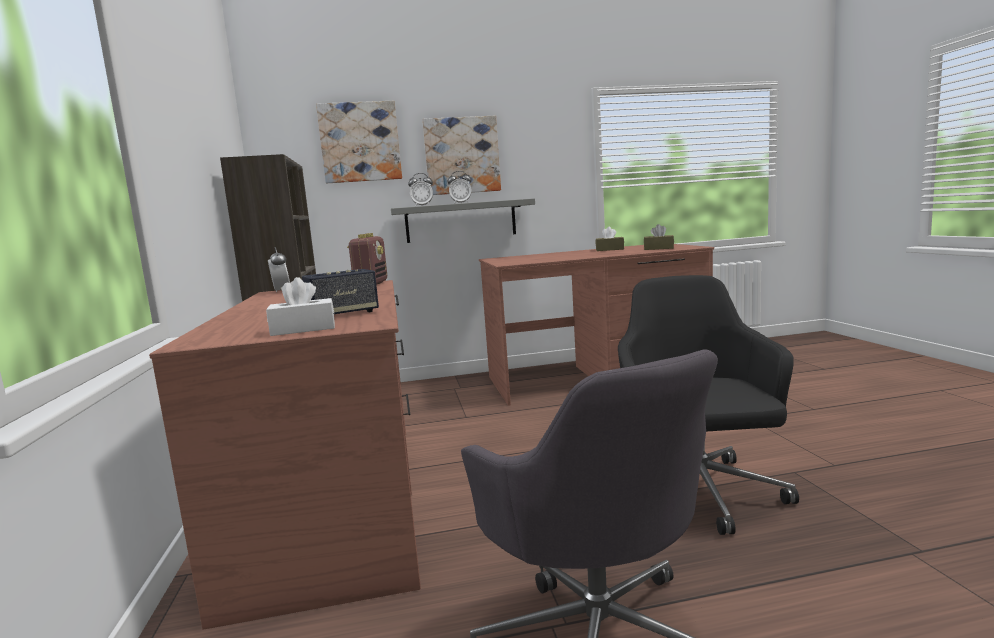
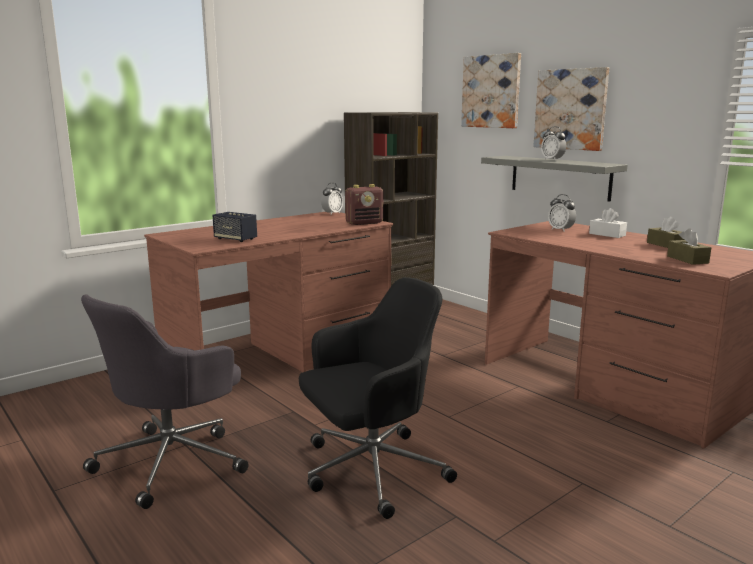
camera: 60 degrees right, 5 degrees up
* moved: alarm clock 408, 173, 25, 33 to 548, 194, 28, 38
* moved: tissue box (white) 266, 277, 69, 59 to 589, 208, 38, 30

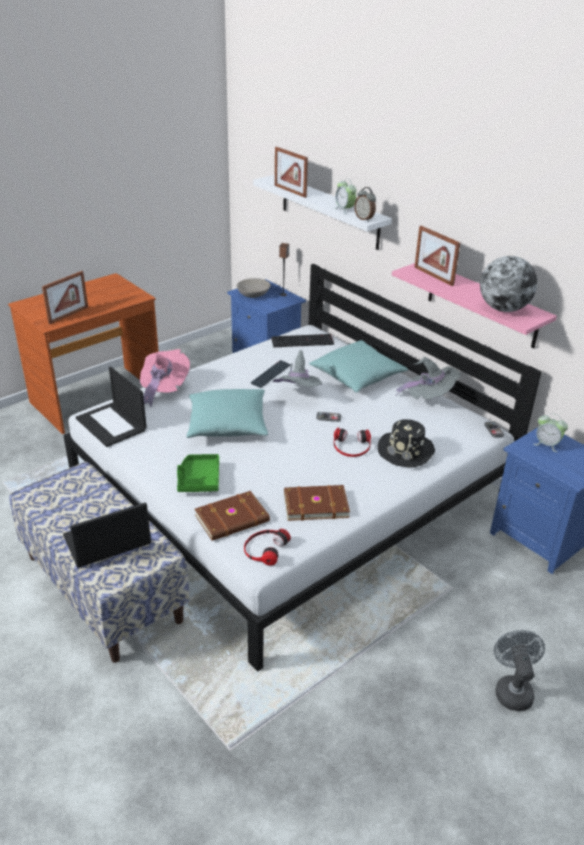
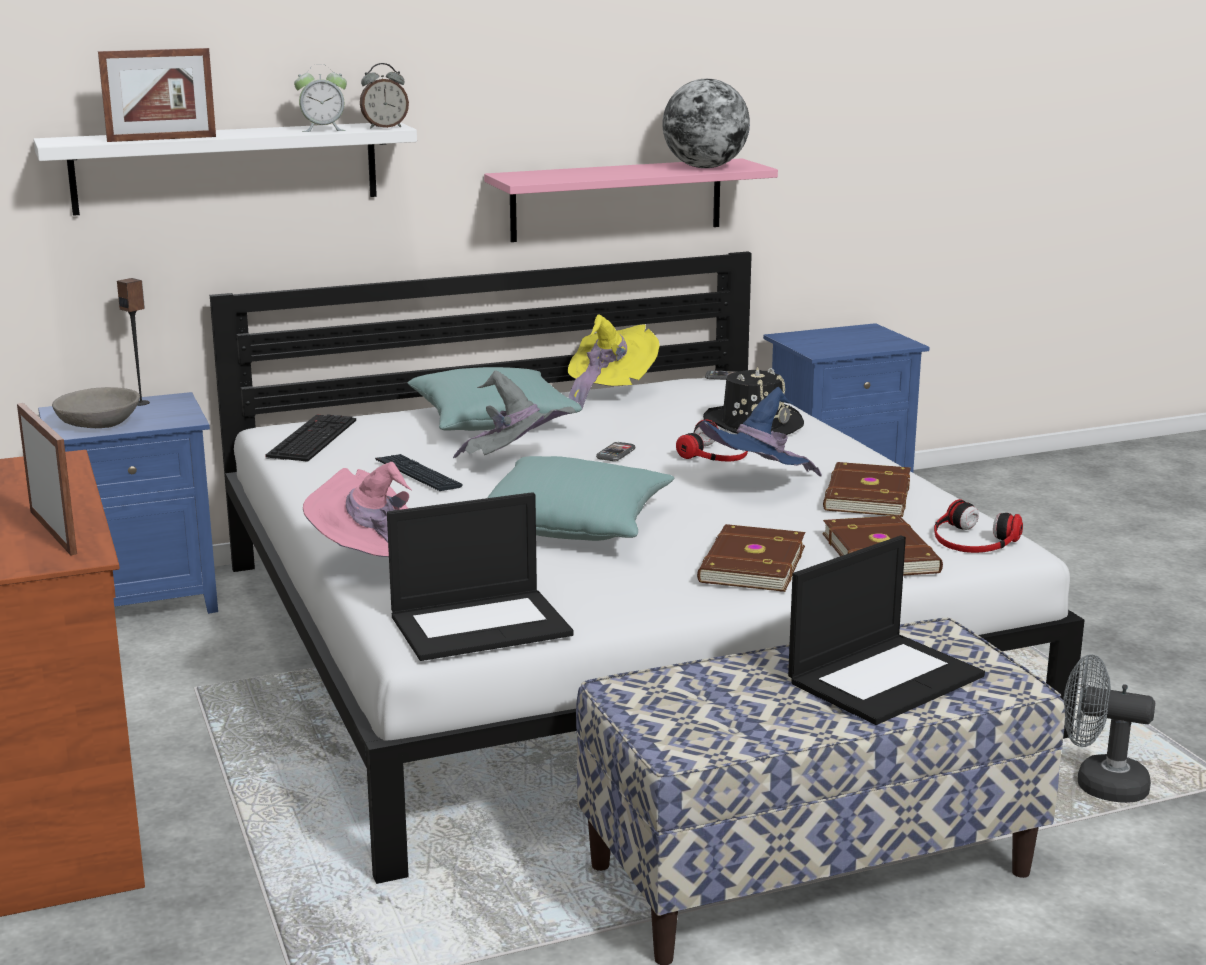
camera: 70 degrees left, 15 degrees down
* removed: picture frame 414, 226, 46, 60
* recoloured: hat (grey) 396, 357, 65, 43 to hat (yellow) 568, 314, 91, 95
* removed: alarm clock 534, 413, 34, 39
* replaced: tray (green) 177, 454, 42, 38 to book (brown) 697, 524, 109, 68
* turned: laptop 63, 503, 88, 65 = 788, 535, 197, 190 120 degrees counterclockwise
* moved: fan (grey) 494, 630, 51, 81 to 1063, 654, 92, 149
* added: hat (blue) 699, 387, 123, 89

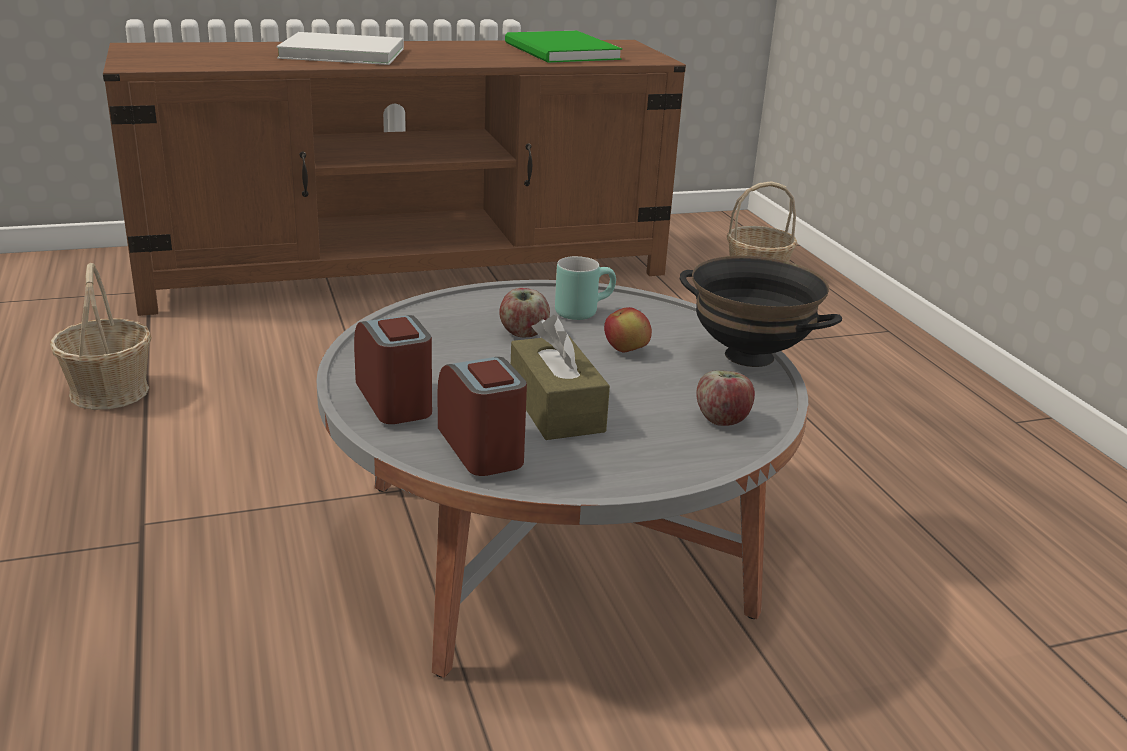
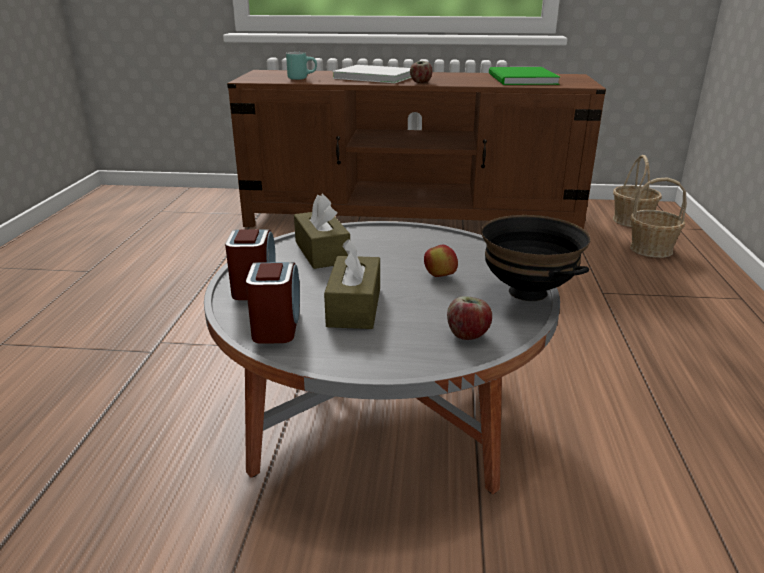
camera: 25 degrees right, 0 degrees up
* moved: mug (turquoise) 555, 256, 61, 64 to 286, 52, 31, 28
* moved: basket 50, 263, 102, 147 to 613, 155, 49, 72
* moved: apple 499, 288, 51, 49 to 410, 61, 23, 22
* added: tissue box (brown) 294, 194, 56, 75

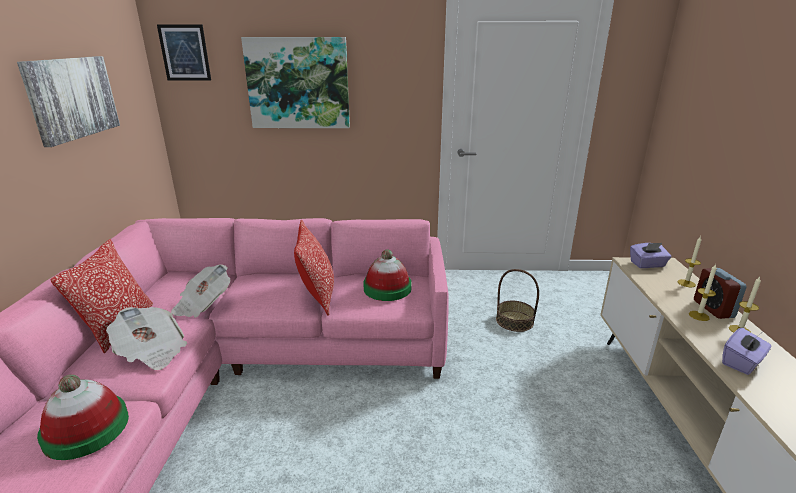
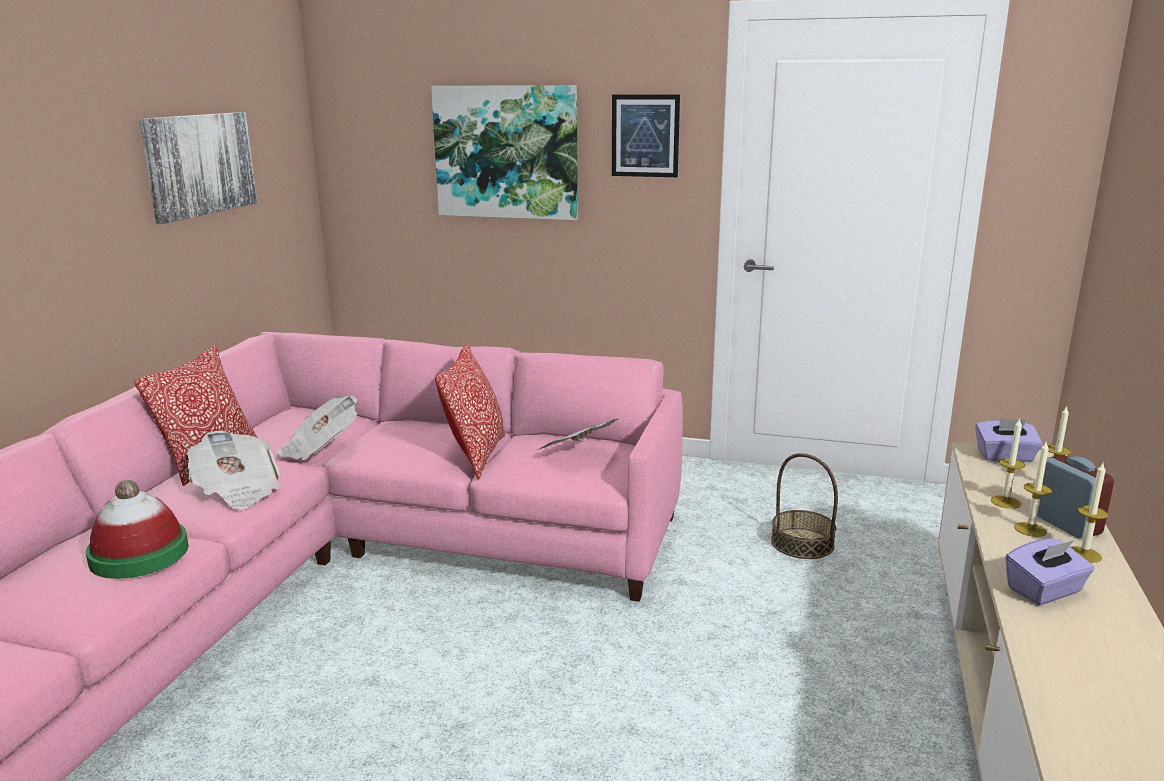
camera: 15 degrees right, 5 degrees down
* moved: picture 157, 24, 54, 57 to 612, 95, 68, 82
* replaced: hat 363, 249, 49, 52 to newspaper 537, 419, 81, 31
* turned: alarm clock 694, 268, 53, 51 = 1037, 455, 77, 84 150 degrees clockwise
* added: candle 990, 418, 35, 91

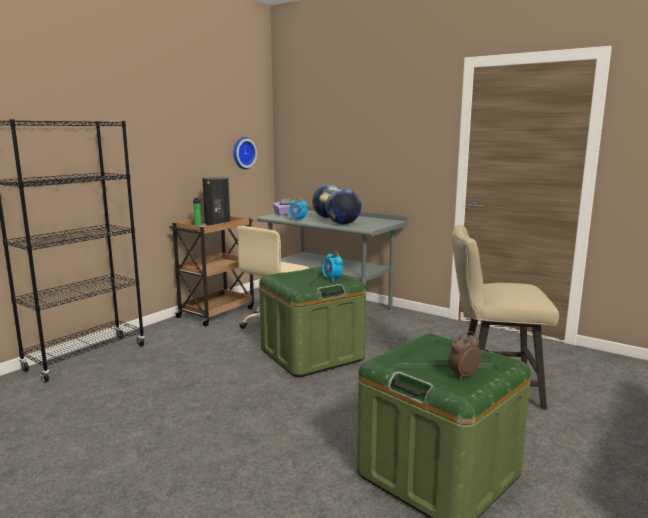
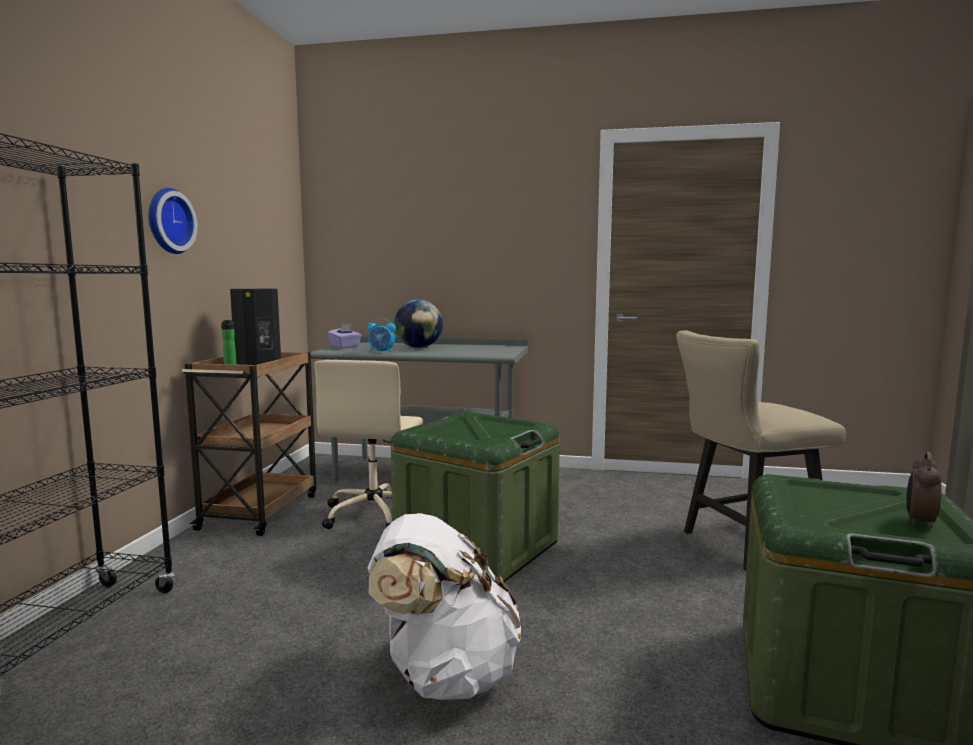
camera: 25 degrees left, 5 degrees down
* moved: wall clock 233, 137, 24, 32 to 148, 188, 49, 66
* removed: globe 326, 188, 35, 36
* removed: alarm clock 322, 251, 21, 31
* added: backpack (white) 368, 513, 153, 187

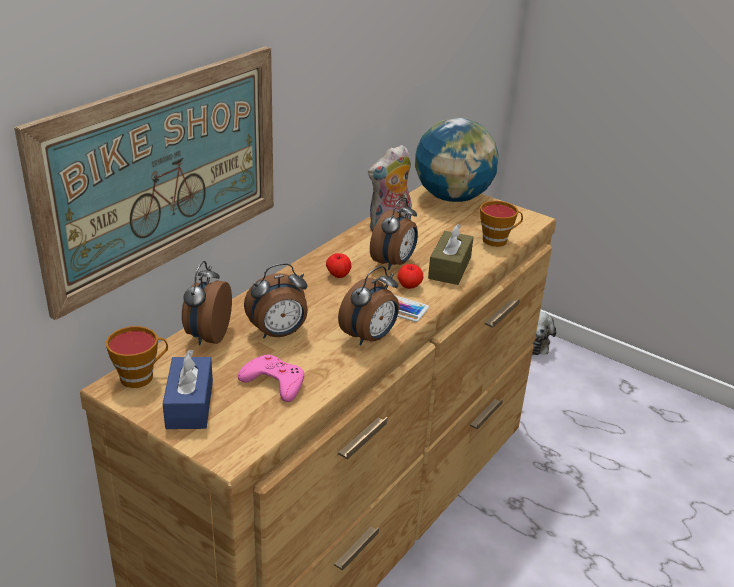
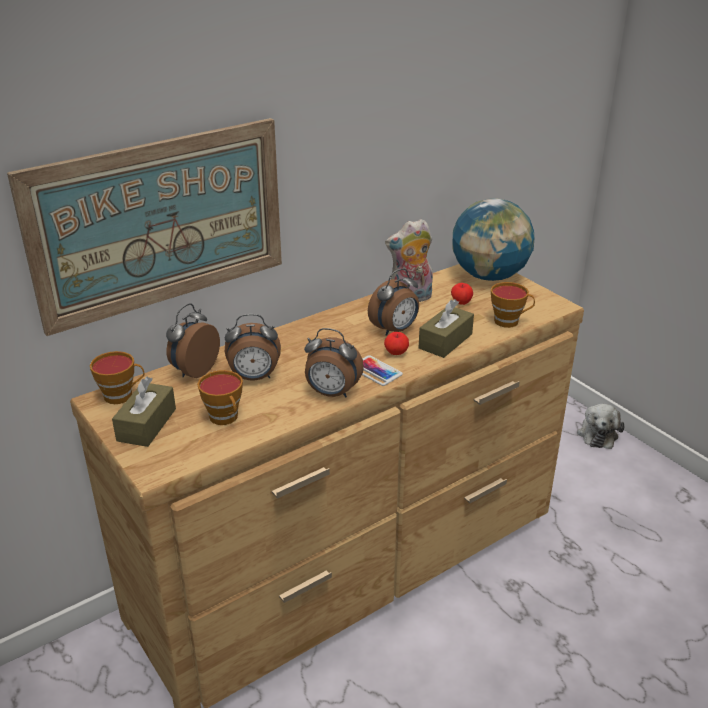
camera: 20 degrees right, 0 degrees up
* moved: apple 326, 253, 25, 25 to 451, 283, 22, 22
* turned: alarm clock 338, 266, 61, 80 = 304, 328, 60, 69 45 degrees clockwise
* recoloured: tissue box (blue) 163, 350, 50, 79 to tissue box (brown) 112, 377, 64, 70
* replaced: game controller (pink) 238, 354, 66, 48 to cup 197, 370, 46, 55

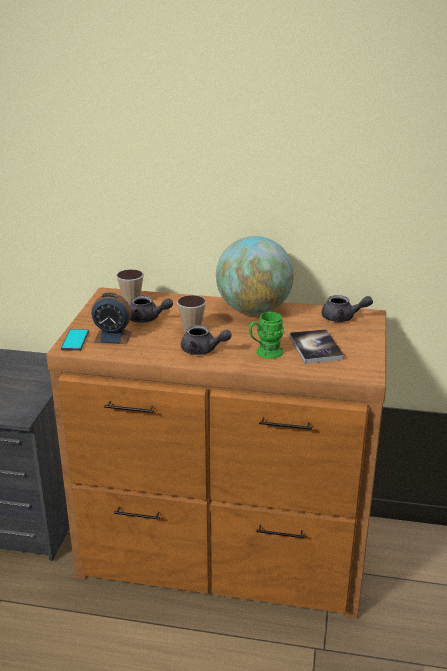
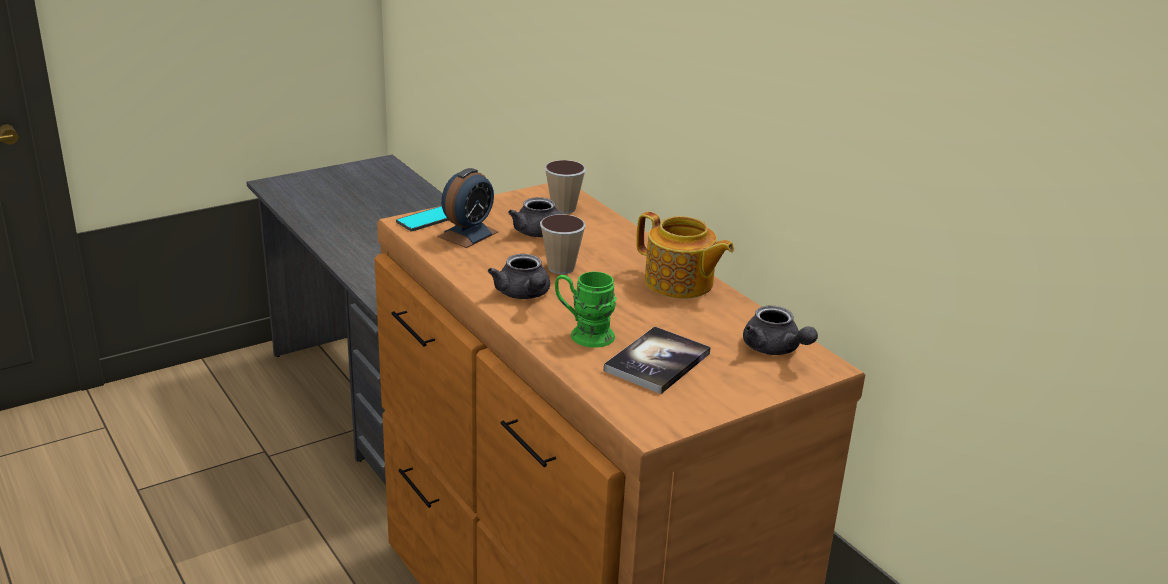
camera: 45 degrees right, 0 degrees up
* replaced: globe 216, 236, 78, 78 to teapot 636, 212, 98, 87
* turned: alarm clock 91, 293, 41, 51 = 437, 168, 61, 80 105 degrees counterclockwise

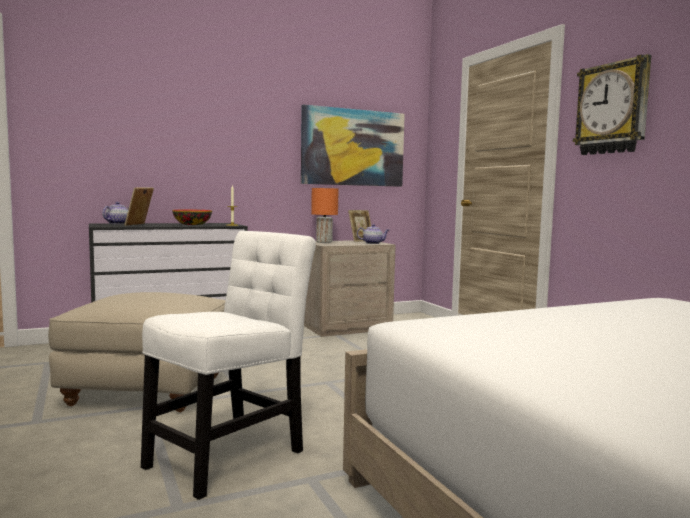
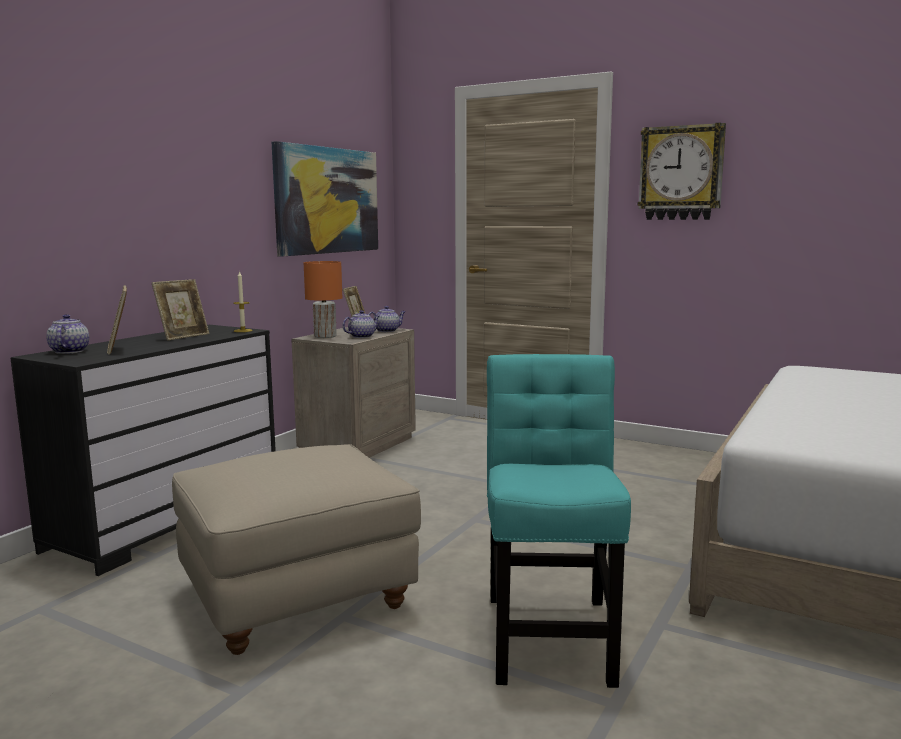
camera: 35 degrees left, 5 degrees up
* replaced: bowl 172, 210, 40, 15 to picture frame 152, 279, 57, 62
* recoloured: chair (white) 141, 231, 175, 269 to chair (turquoise) 487, 354, 144, 334
* added: teapot 342, 310, 38, 28

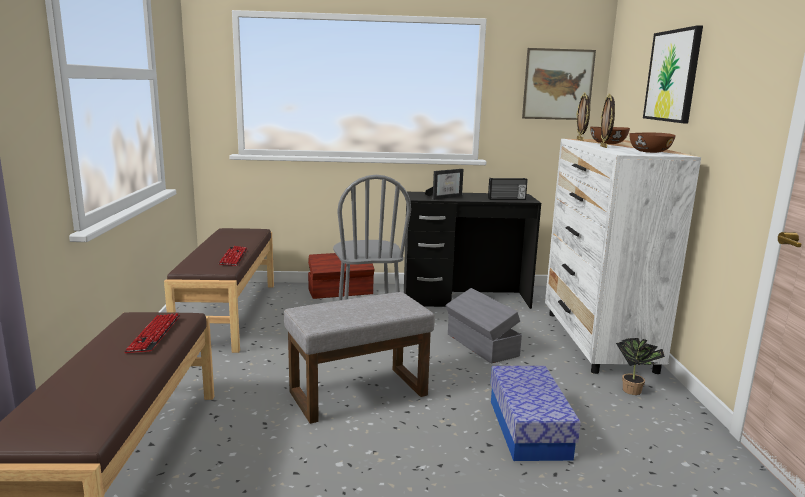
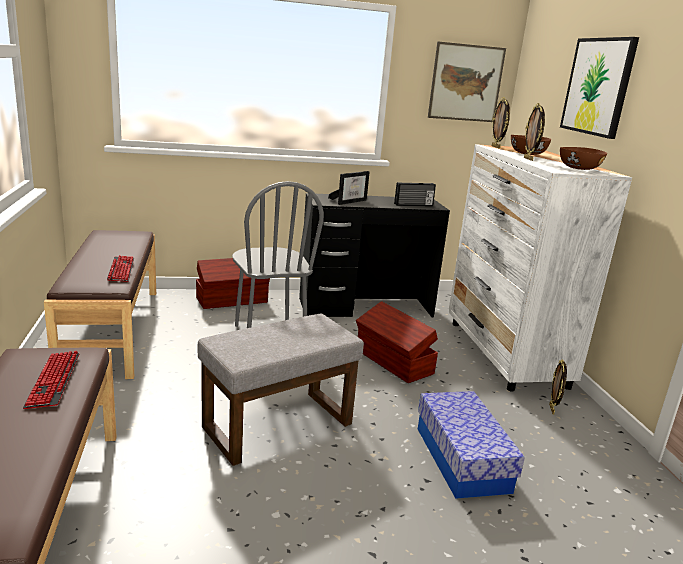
camera: 10 degrees left, 5 degrees up
* recoloured: storage box (grey) 445, 288, 77, 75 to storage box (brown) 356, 301, 82, 82
* replaced: potted plant 616, 338, 49, 57 to picture frame 549, 360, 18, 55

